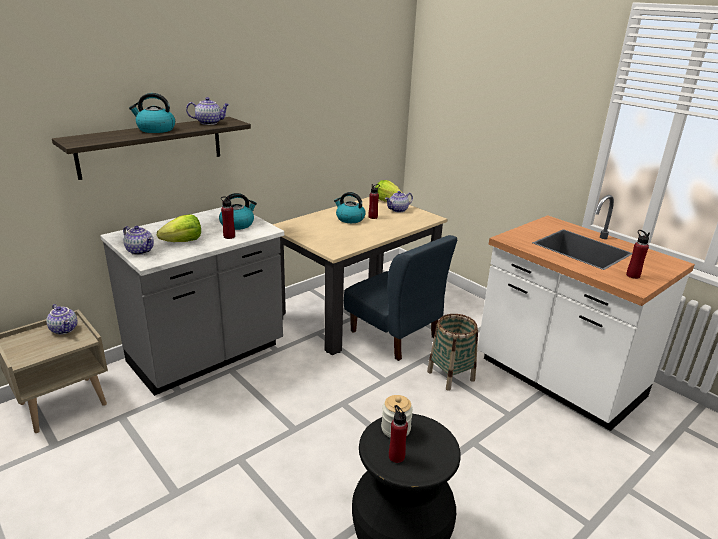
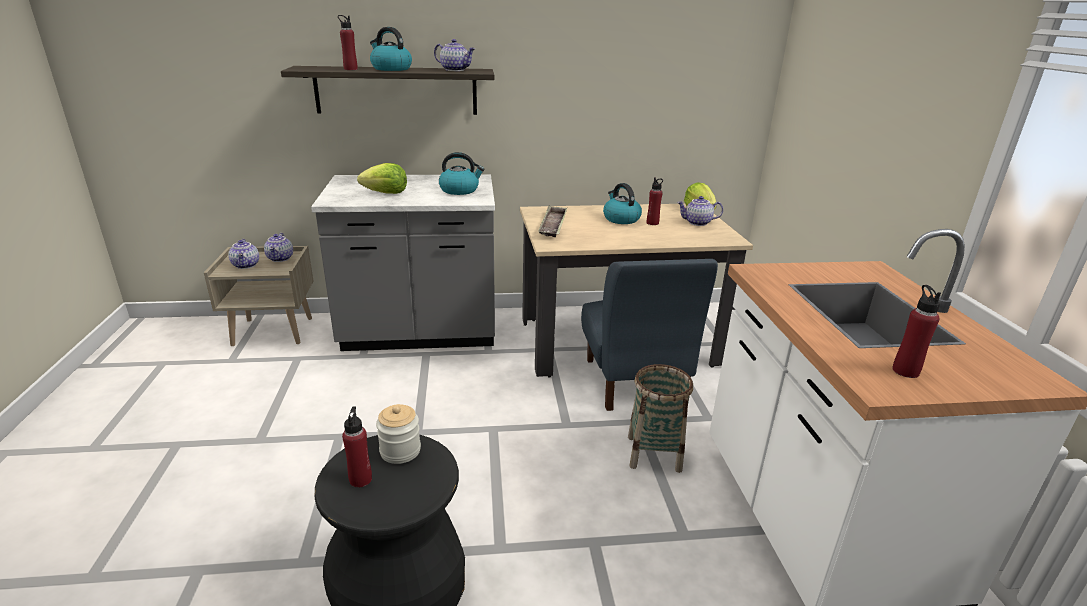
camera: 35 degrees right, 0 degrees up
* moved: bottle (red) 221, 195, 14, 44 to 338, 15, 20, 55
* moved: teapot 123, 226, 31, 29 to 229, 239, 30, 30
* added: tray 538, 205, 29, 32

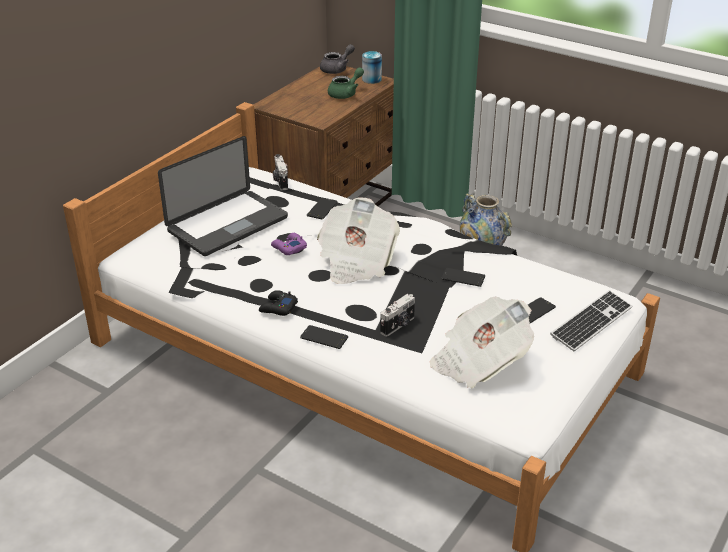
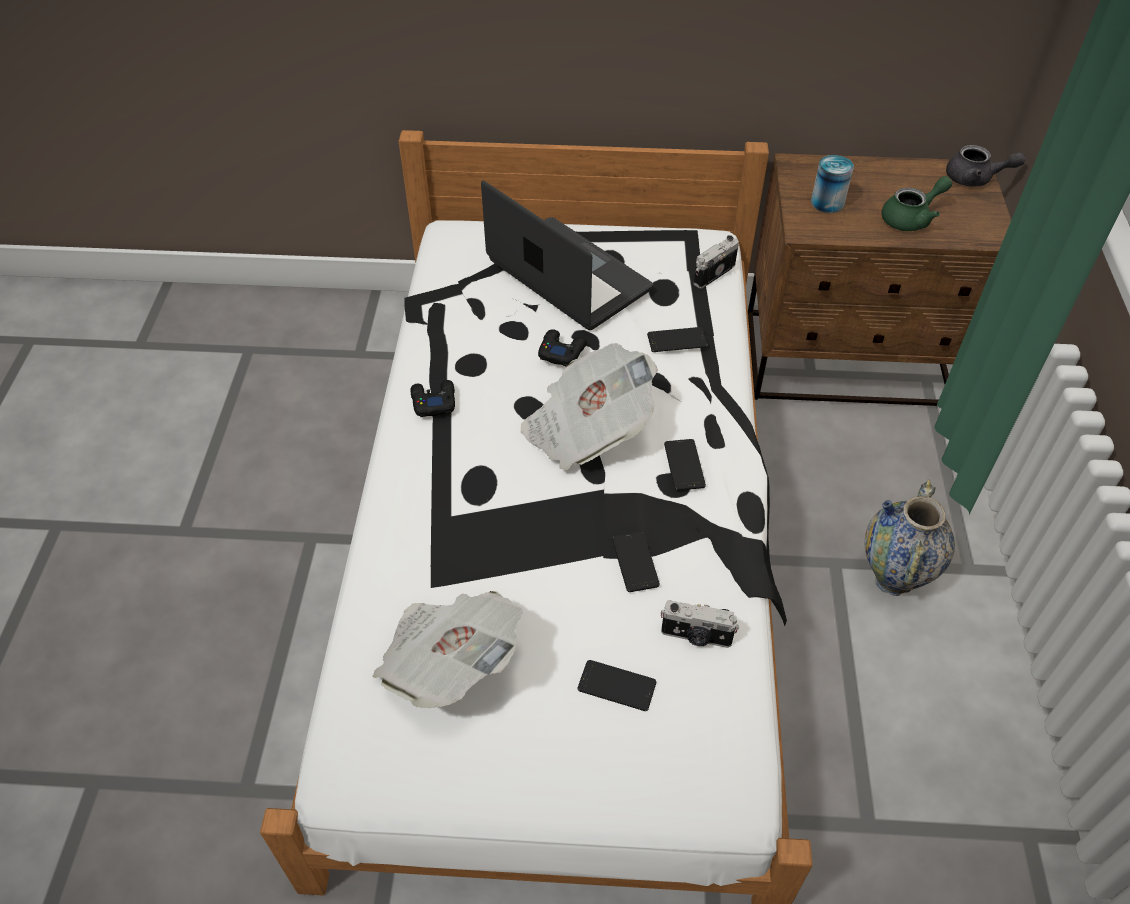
camera: 60 degrees right, 15 degrees up
* moved: can 362, 51, 20, 33 to 811, 155, 43, 58
* turned: teapot (green) 328, 67, 36, 32 = 881, 176, 71, 55 45 degrees counterclockwise
* turned: laptop 158, 136, 130, 120 = 481, 181, 172, 149 150 degrees counterclockwise
* recoloured: game controller (purple) 271, 233, 36, 22 to game controller (black) 538, 329, 49, 37
* removed: keyboard 550, 290, 82, 61
* moved: photo camera 380, 294, 35, 43 to 661, 600, 78, 48
* moved: phone 300, 325, 48, 24 to 664, 439, 42, 52

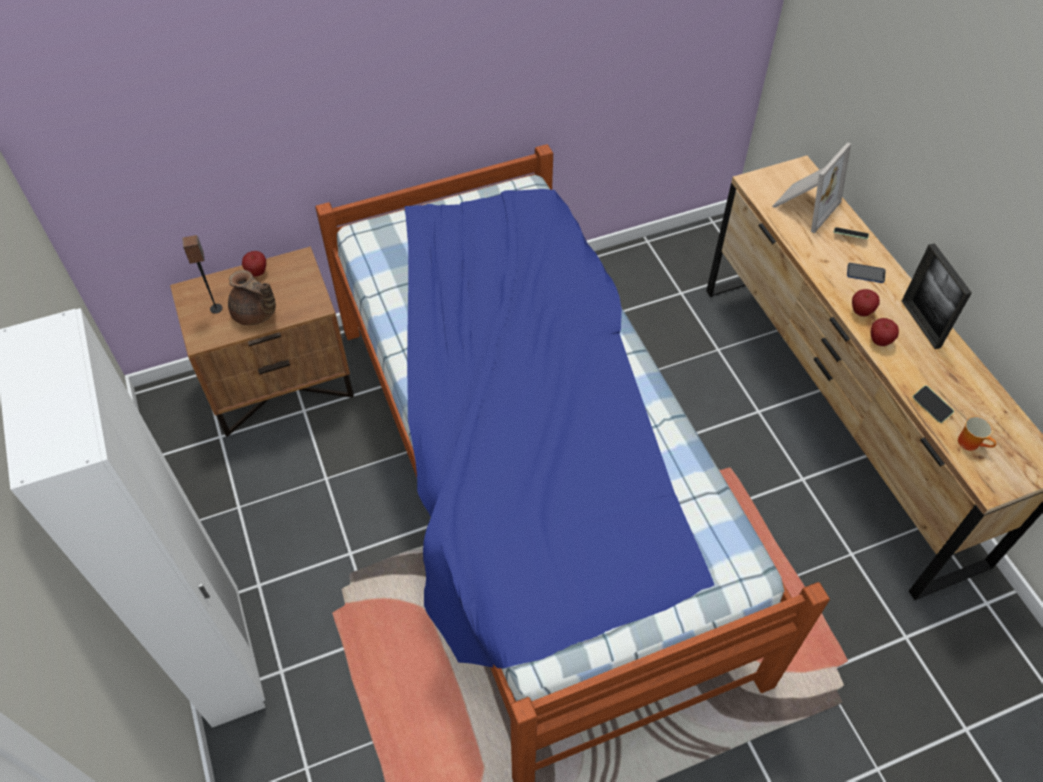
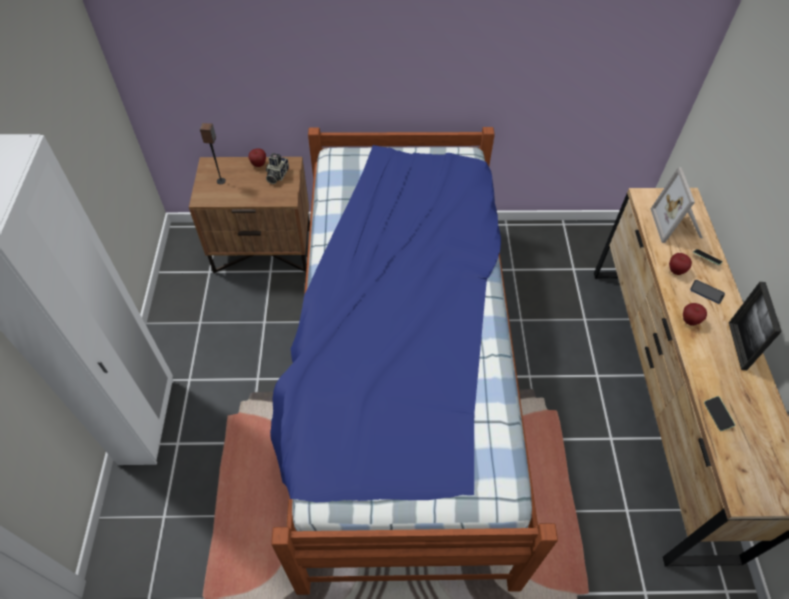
camera: 20 degrees right, 0 degrees up
* turned: picture frame 772, 142, 79, 91 = 651, 167, 52, 76 120 degrees clockwise
* removed: teapot (brown) 228, 270, 48, 56
* moved: apple 871, 318, 28, 28 to 669, 253, 23, 22
* removed: mug 958, 416, 39, 35
* added: photo camera 266, 153, 23, 31

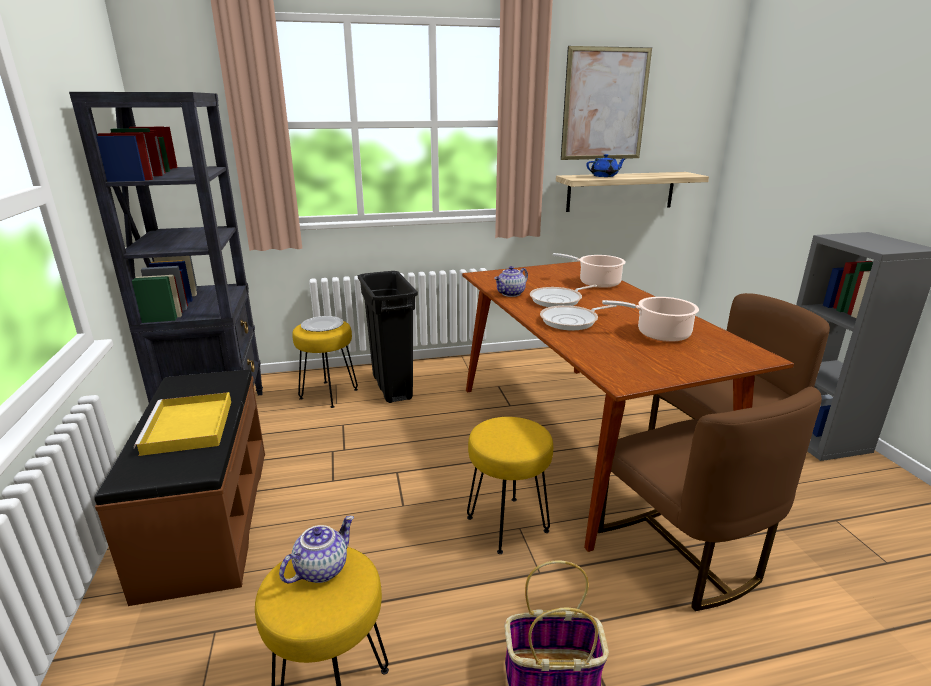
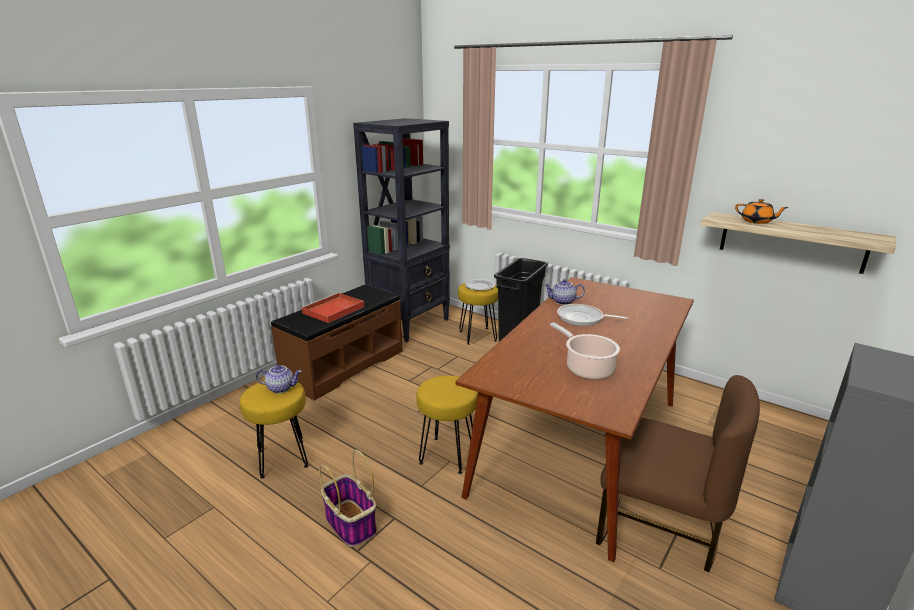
camera: 50 degrees right, 0 degrees up
* removed: picture 561, 46, 91, 114
* recoloured: teapot (blue) 586, 154, 41, 23 to teapot (orange) 735, 199, 54, 25
* removed: cooking pot 553, 253, 73, 35
* removed: frying pan 540, 305, 77, 25
* removed: chair (brown) 598, 387, 224, 224
* recoloured: tray (yellow) 133, 392, 98, 64 to tray (red) 301, 293, 63, 30

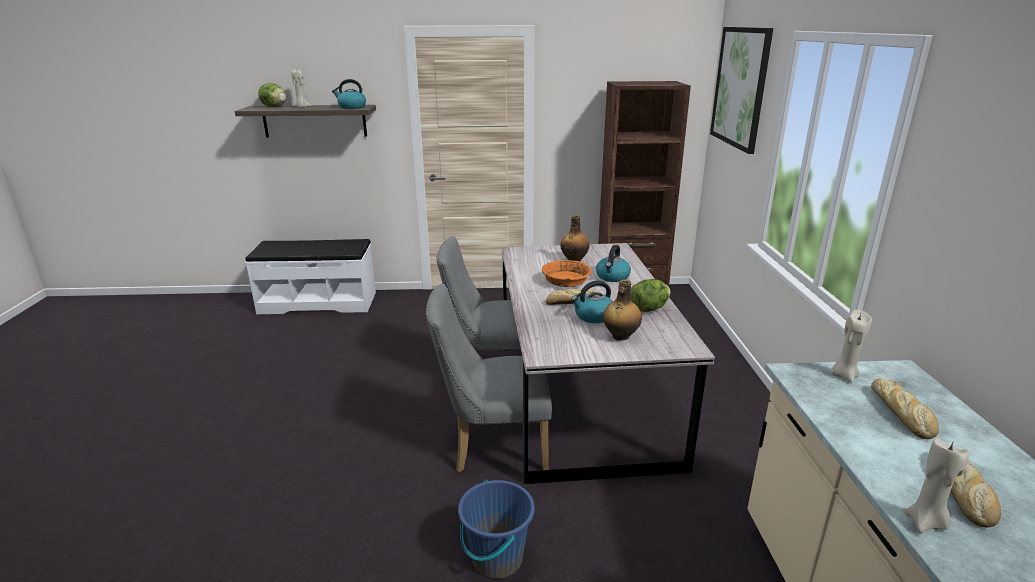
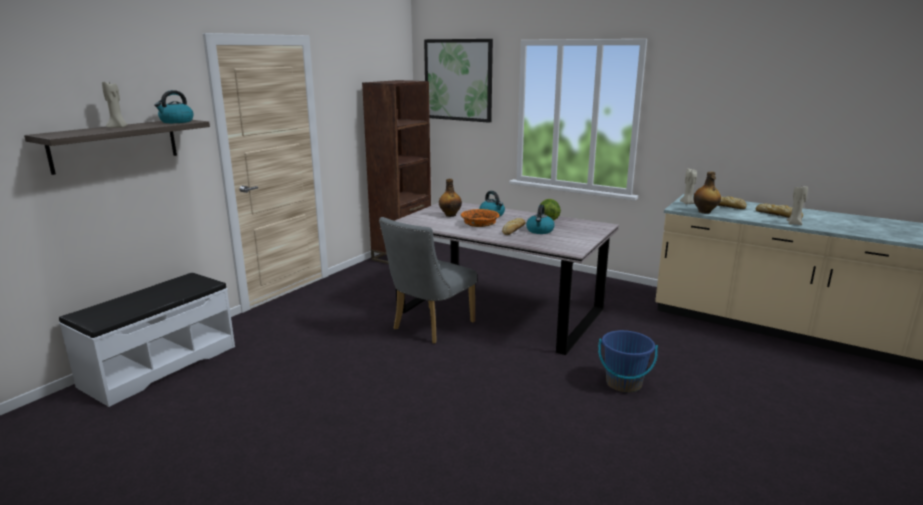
camera: 55 degrees left, 5 degrees down
* removed: lettuce 258, 83, 28, 24
* moved: bottle 603, 280, 39, 61 to 693, 172, 28, 42
* removed: chair (grey) 426, 283, 126, 189

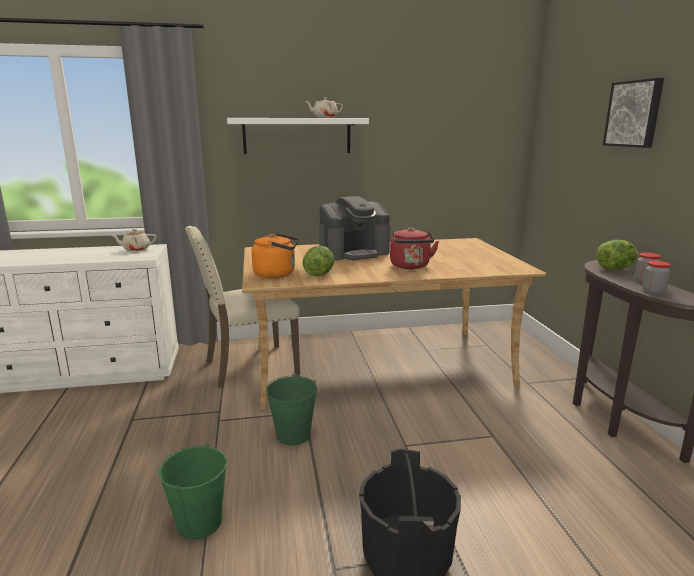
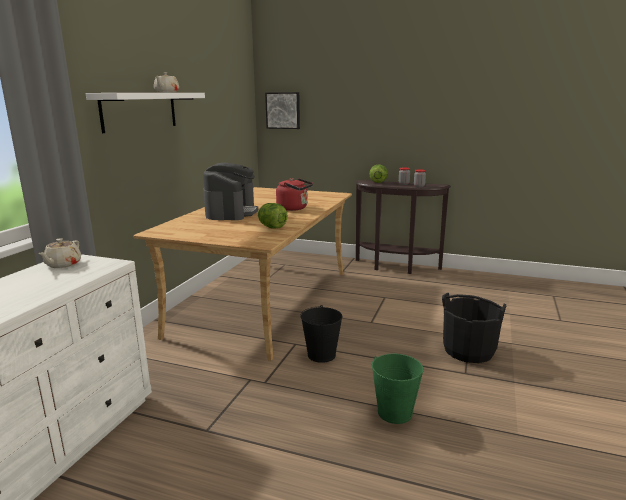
camera: 60 degrees left, 0 degrees up
* moved: picture 603, 78, 61, 70 to 265, 92, 35, 37
* removed: chair (beige) 185, 226, 115, 162
* removed: kettle (orange) 251, 233, 48, 45
* recoloured: bucket (green) 266, 376, 51, 69 to bucket (black) 300, 305, 42, 58

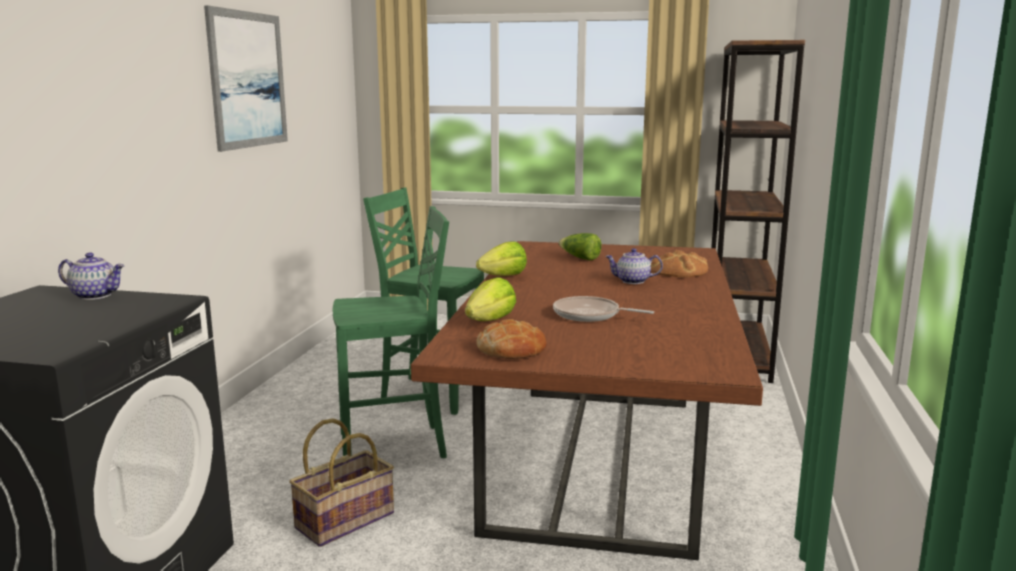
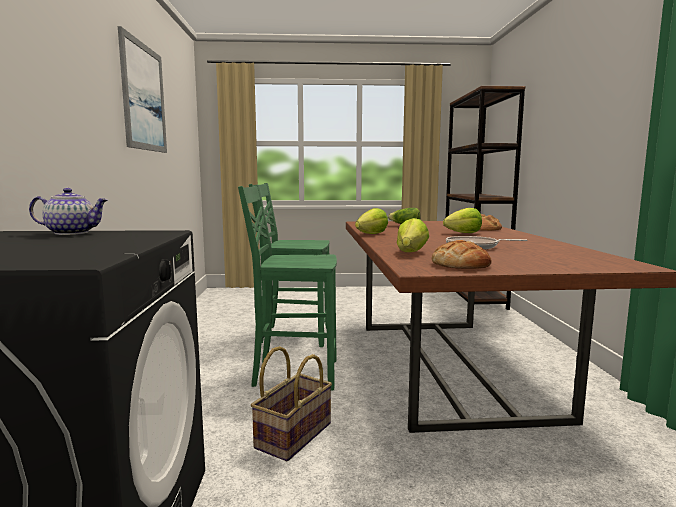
camera: 15 degrees left, 5 degrees down
* turned: chair (green) 333, 206, 116, 252 = 238, 185, 99, 205 150 degrees counterclockwise
* replaced: teapot 605, 248, 58, 36 to lettuce 443, 208, 39, 25

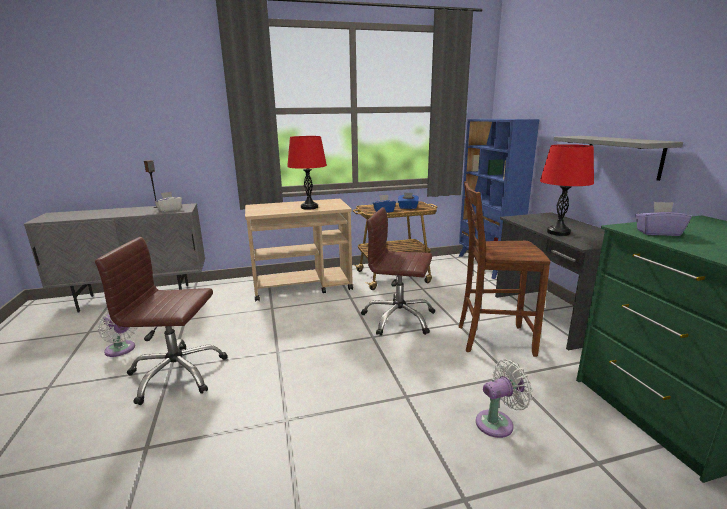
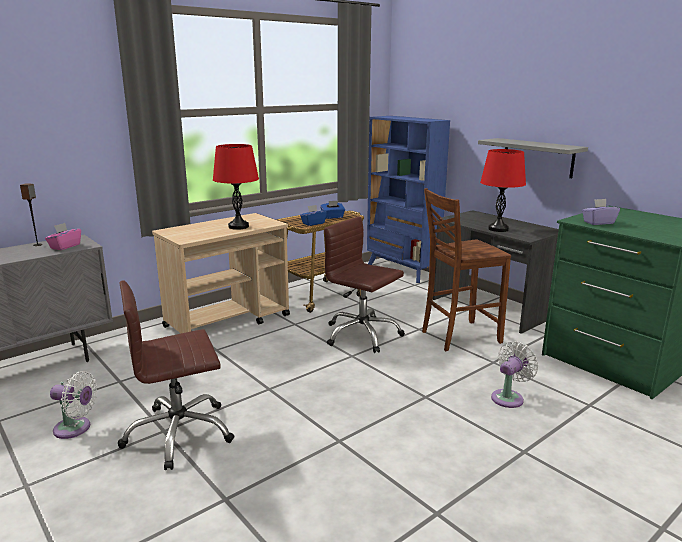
camera: 25 degrees left, 0 degrees up
* recoloured: tissue box (white) 155, 192, 27, 20 to tissue box (pink) 45, 223, 36, 27
* turned: office chair (brown) 361, 207, 74, 129 = 324, 217, 81, 136 45 degrees clockwise

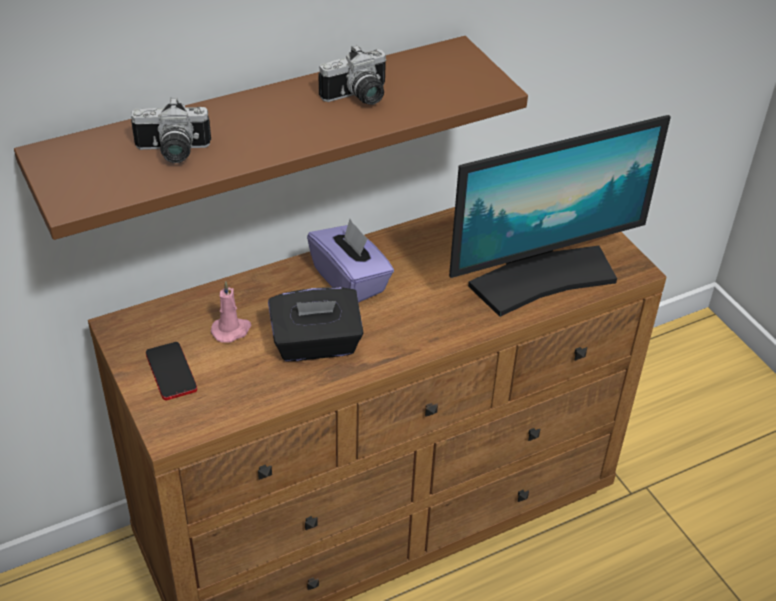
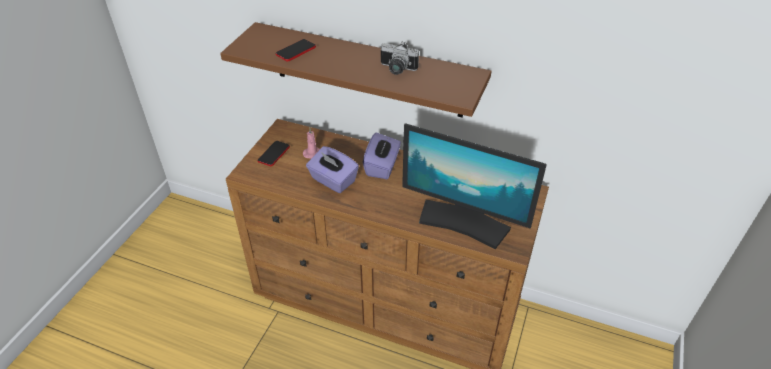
camera: 50 degrees right, 0 degrees up
* replaced: photo camera 131, 97, 80, 66 to phone 276, 39, 40, 23
* recoloured: tissue box (black) 268, 287, 96, 74 to tissue box (purple) 306, 146, 53, 47

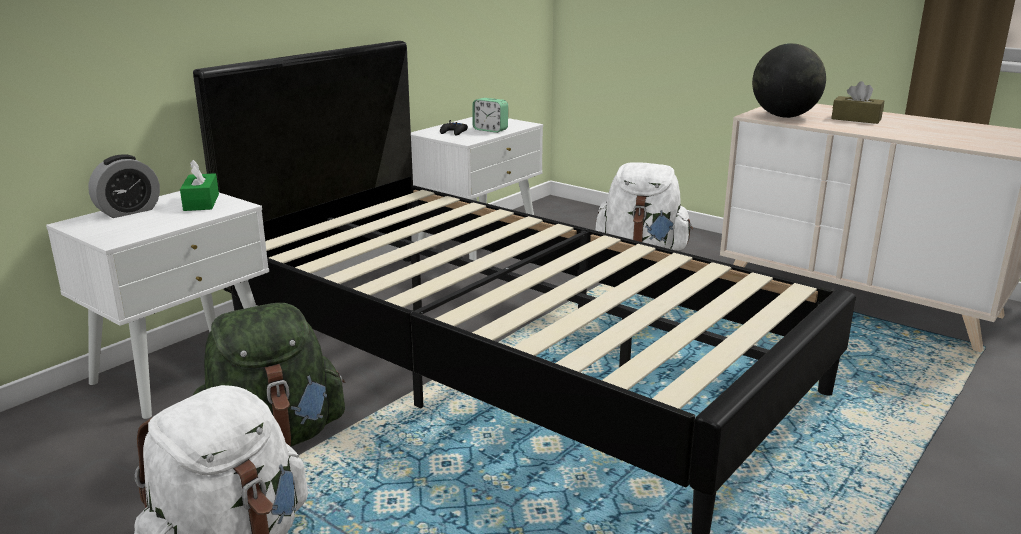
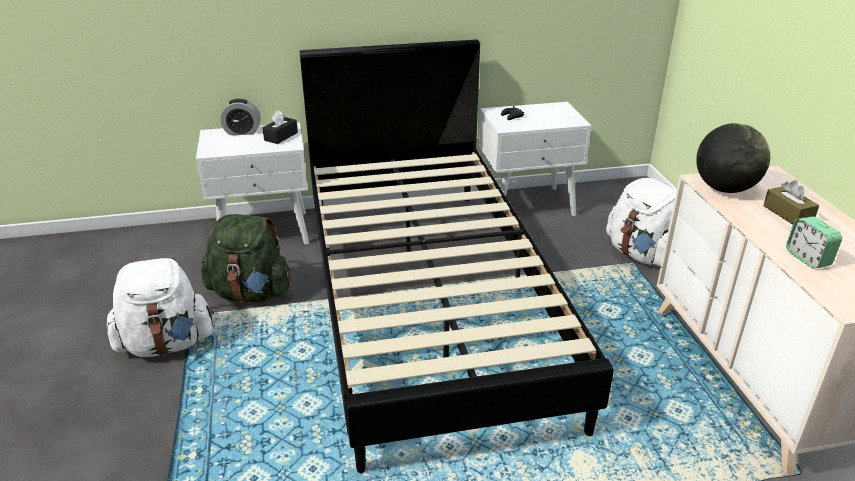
camera: 40 degrees right, 10 degrees up
* moved: alarm clock 472, 98, 36, 35 to 786, 216, 56, 53
* recoloured: tissue box (green) 180, 160, 39, 51 to tissue box (black) 263, 110, 35, 34

